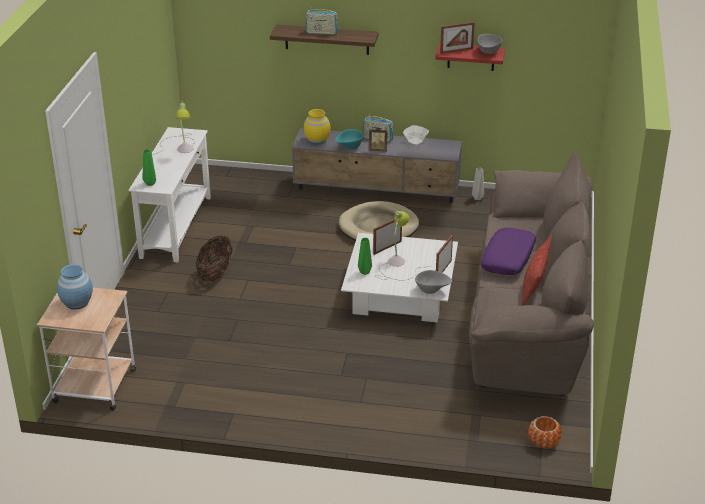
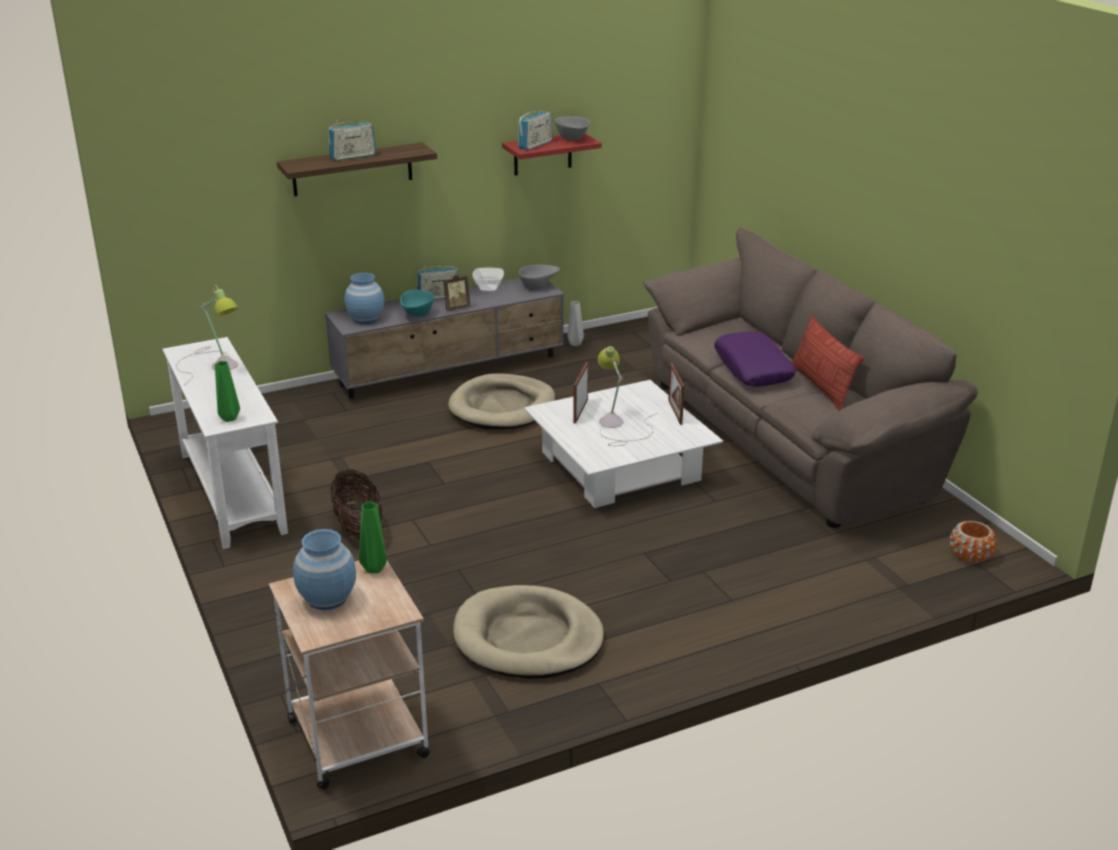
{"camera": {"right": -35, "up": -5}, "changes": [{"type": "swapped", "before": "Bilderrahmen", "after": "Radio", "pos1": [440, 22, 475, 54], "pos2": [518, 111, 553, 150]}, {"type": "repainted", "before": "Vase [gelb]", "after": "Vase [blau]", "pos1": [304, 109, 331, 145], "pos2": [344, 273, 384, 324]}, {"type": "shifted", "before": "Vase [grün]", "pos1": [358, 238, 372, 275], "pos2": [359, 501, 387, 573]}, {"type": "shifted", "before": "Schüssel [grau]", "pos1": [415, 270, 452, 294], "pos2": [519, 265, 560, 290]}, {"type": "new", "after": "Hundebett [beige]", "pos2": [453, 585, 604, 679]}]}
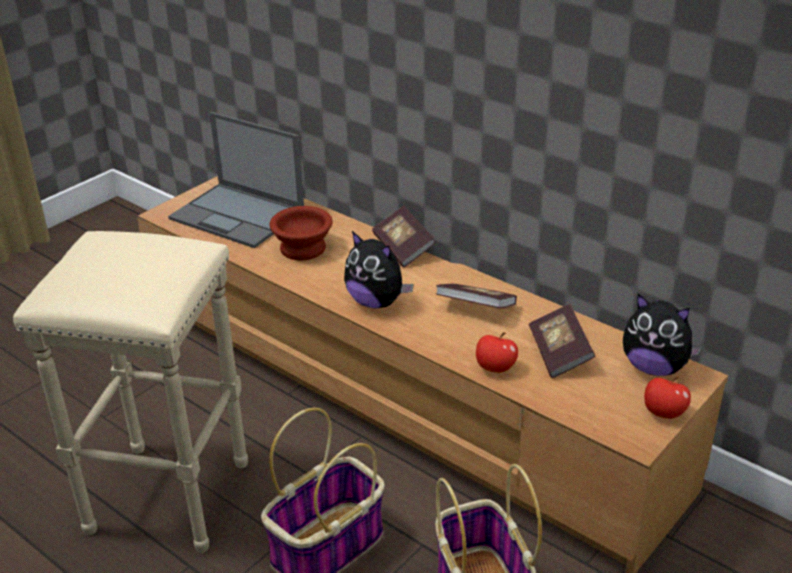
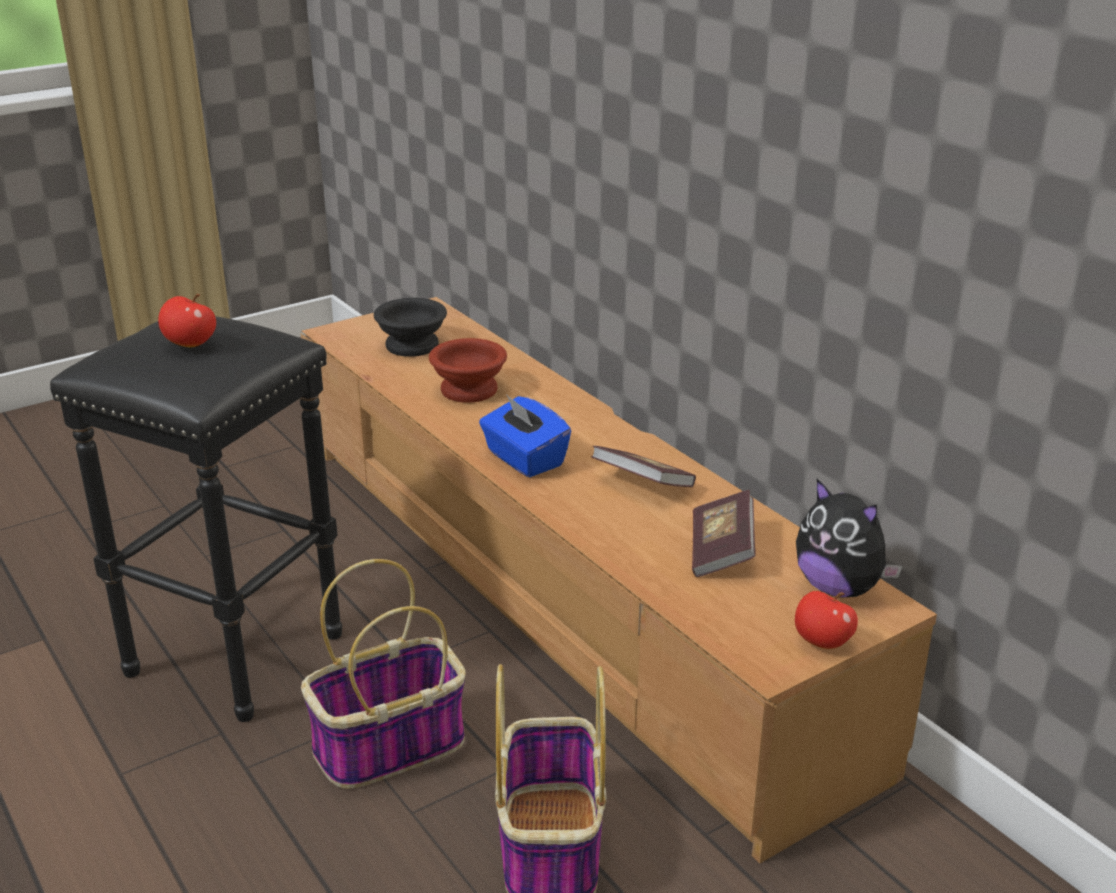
{"camera": {"right": 15, "up": -5}, "changes": [{"type": "swapped", "before": "Laptop", "after": "Schüssel [schwarz]", "pos1": [168, 112, 304, 248], "pos2": [374, 298, 447, 357]}, {"type": "gone", "before": "Buch", "pos1": [372, 206, 436, 267]}, {"type": "repainted", "before": "Hocker [beige]", "after": "Hocker [schwarz]", "pos1": [13, 231, 248, 553], "pos2": [50, 316, 342, 722]}, {"type": "swapped", "before": "Plüschtier", "after": "Taschentuchbox [blau]", "pos1": [344, 231, 413, 308], "pos2": [479, 394, 571, 477]}, {"type": "shifted", "before": "Apfel", "pos1": [476, 332, 518, 373], "pos2": [158, 294, 216, 347]}]}
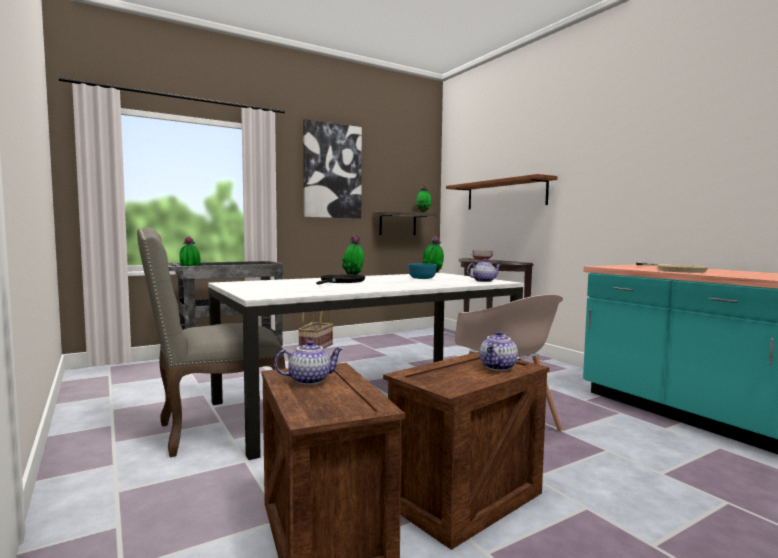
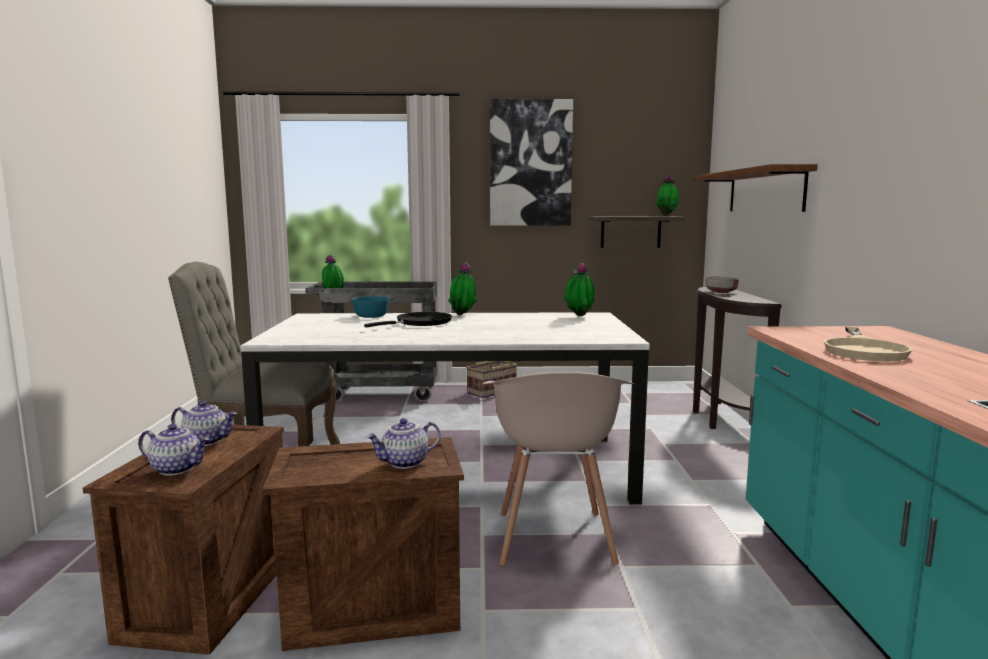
{"camera": {"right": 30, "up": 5}, "changes": [{"type": "shifted", "before": "Teekanne", "pos1": [467, 259, 501, 282], "pos2": [138, 424, 209, 476]}, {"type": "shifted", "before": "Schüssel [türkis]", "pos1": [408, 263, 437, 279], "pos2": [352, 296, 389, 318]}]}
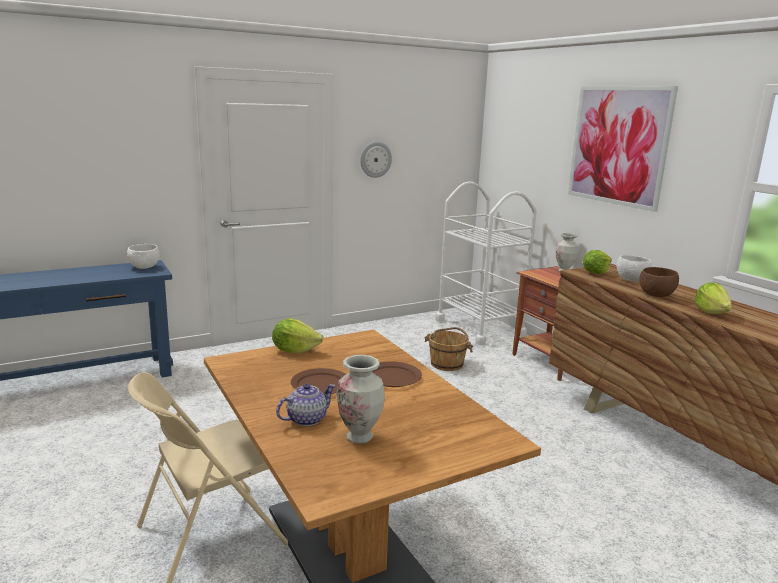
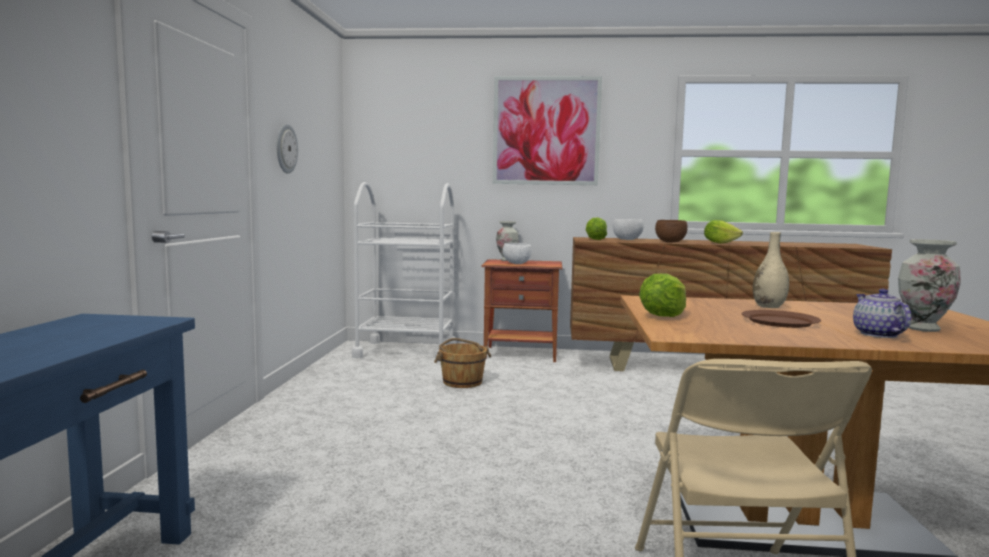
{"camera": {"right": -55, "up": -10}, "changes": [{"type": "shifted", "before": "Schüssel [weiß]", "pos1": [127, 244, 160, 269], "pos2": [503, 243, 532, 264]}, {"type": "swapped", "before": "Teller [braun]", "after": "Vase [beige]", "pos1": [372, 362, 422, 387], "pos2": [753, 232, 789, 308]}]}
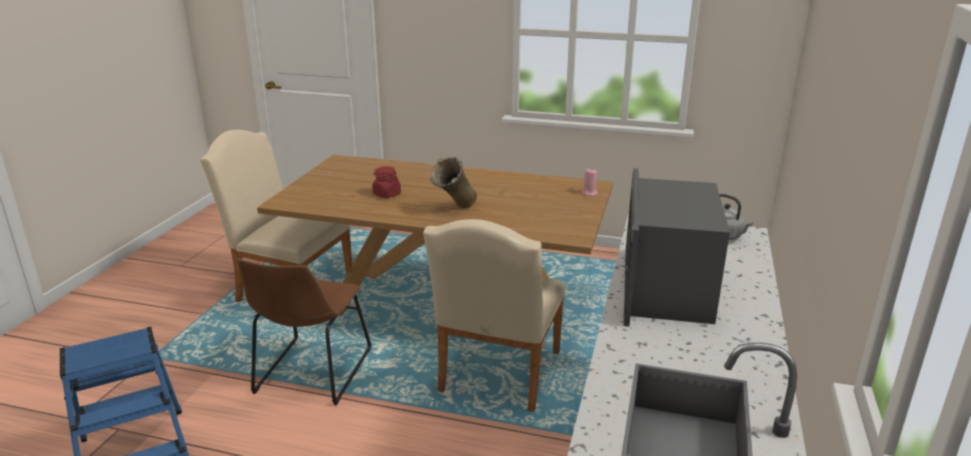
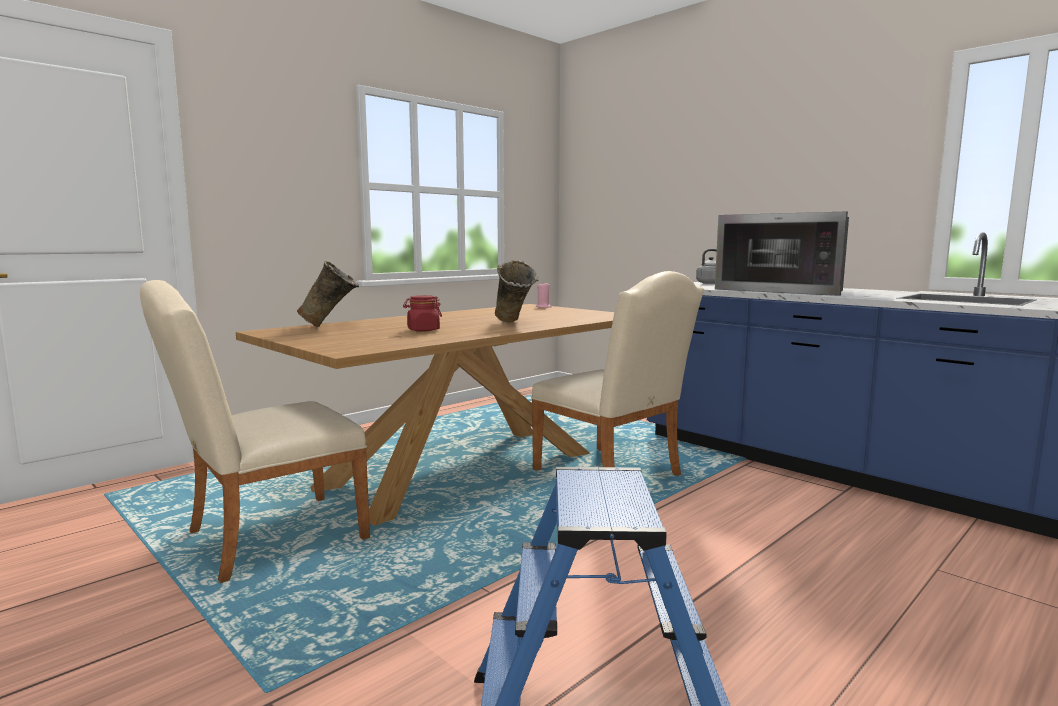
{"camera": {"right": -60, "up": -15}, "changes": [{"type": "gone", "before": "Stuhl [braun]", "pos1": [237, 259, 371, 405]}, {"type": "new", "after": "Vase [beige]", "pos2": [297, 261, 359, 327]}]}
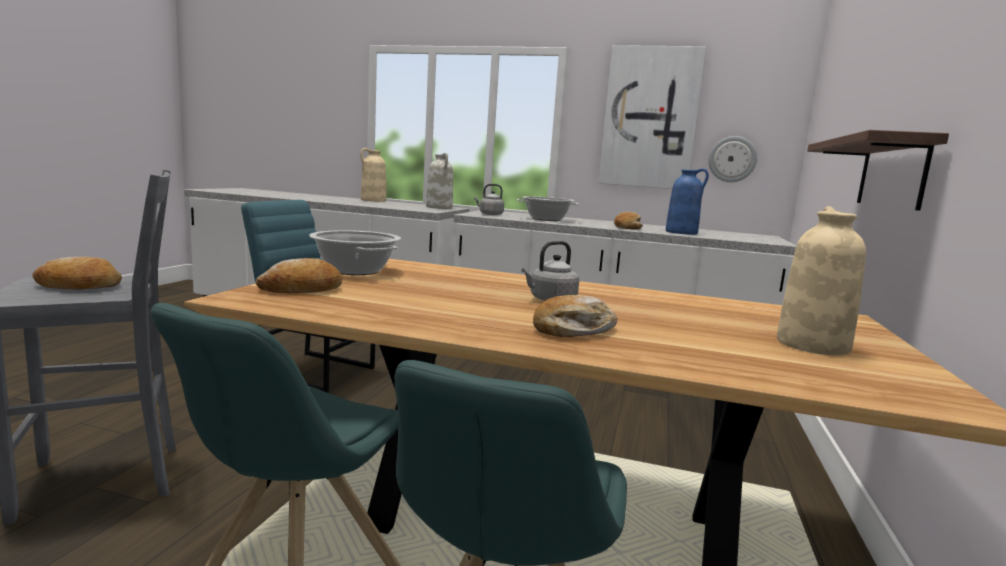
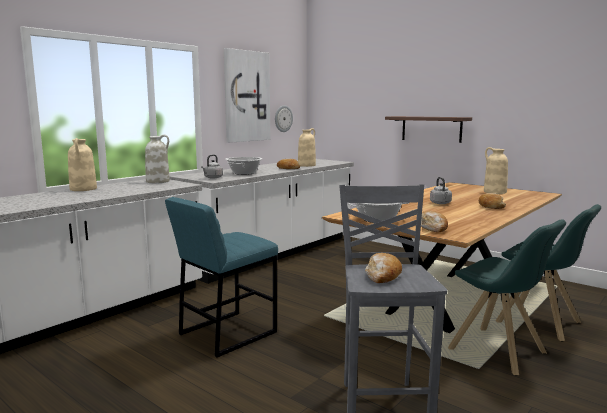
{"camera": {"right": -65, "up": 0}, "changes": [{"type": "repainted", "before": "Vase [blau]", "after": "Vase [beige]", "pos1": [666, 168, 709, 235], "pos2": [298, 128, 316, 167]}]}
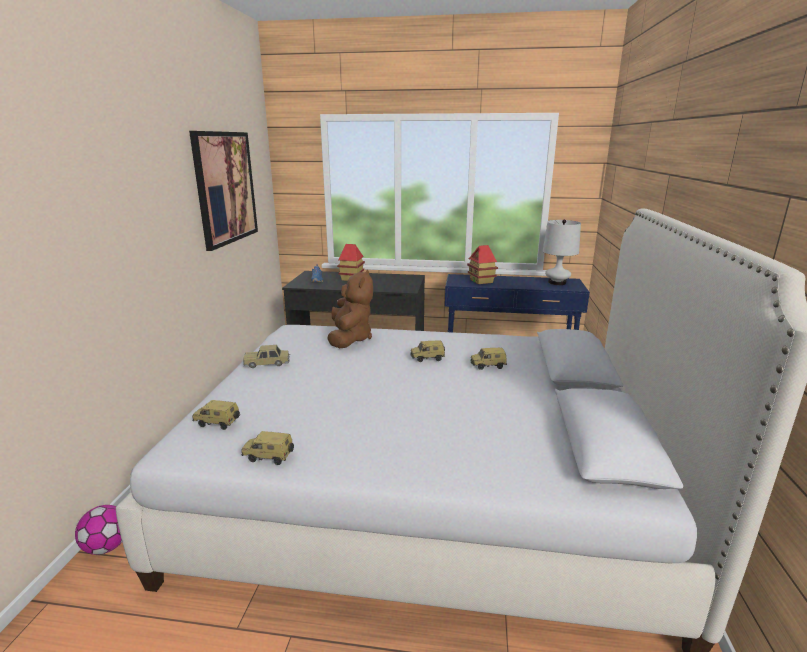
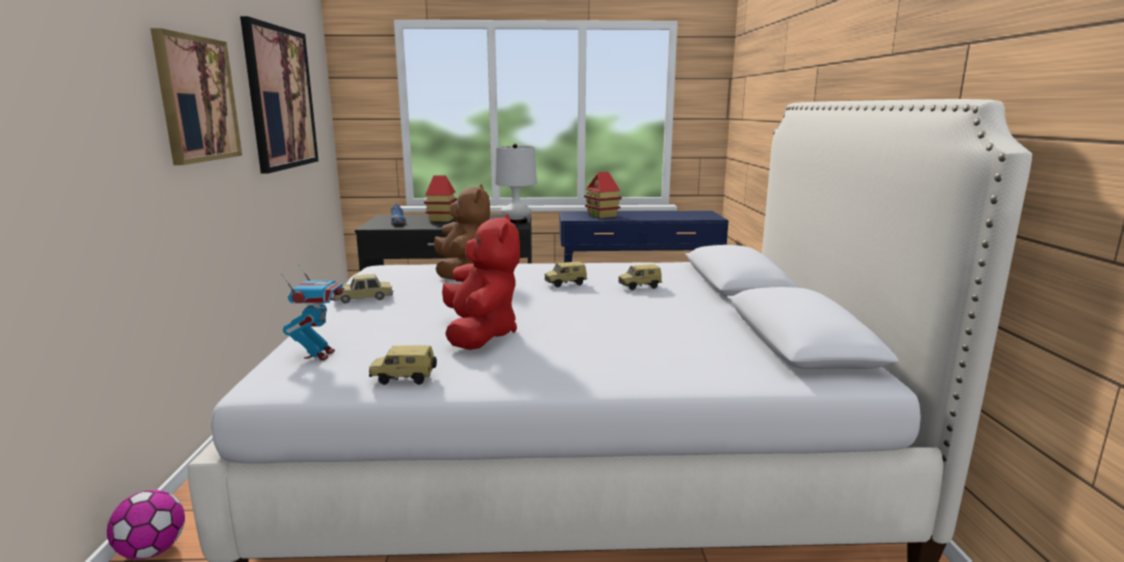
{"camera": {"right": -10, "up": -5}, "changes": [{"type": "shifted", "before": "Tischlampe [weiß]", "pos1": [543, 220, 581, 285], "pos2": [494, 144, 537, 224]}, {"type": "swapped", "before": "Spielzeugauto", "after": "Spielzeugroboter", "pos1": [192, 400, 240, 430], "pos2": [282, 264, 344, 360]}, {"type": "new", "after": "Bild", "pos2": [150, 28, 242, 165]}, {"type": "new", "after": "Plüschtier [rot]", "pos2": [442, 214, 520, 350]}]}
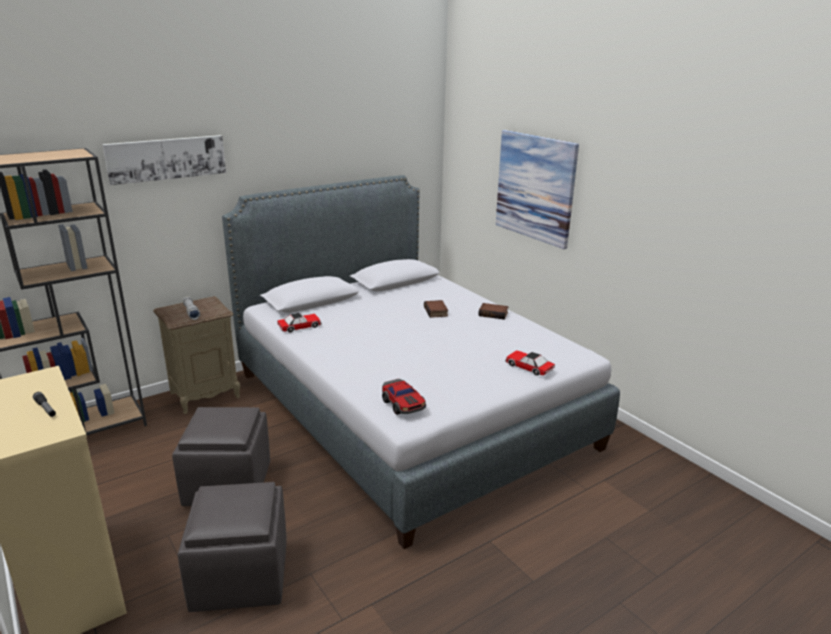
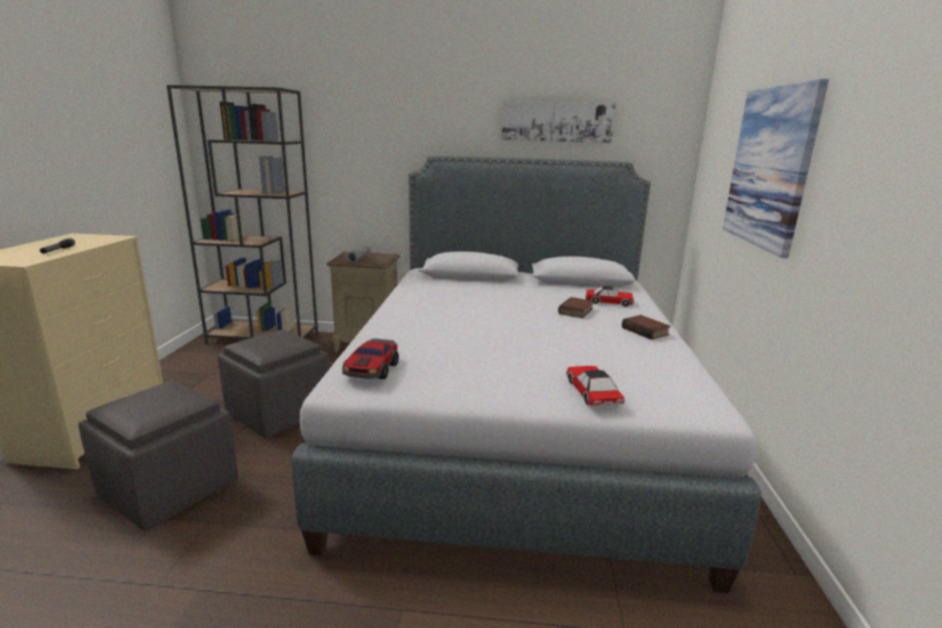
{"camera": {"right": 40, "up": -5}, "changes": [{"type": "shifted", "before": "Bild", "pos1": [102, 135, 226, 185], "pos2": [502, 101, 616, 143]}, {"type": "shifted", "before": "Spielzeugauto", "pos1": [277, 313, 322, 332], "pos2": [585, 286, 634, 307]}]}
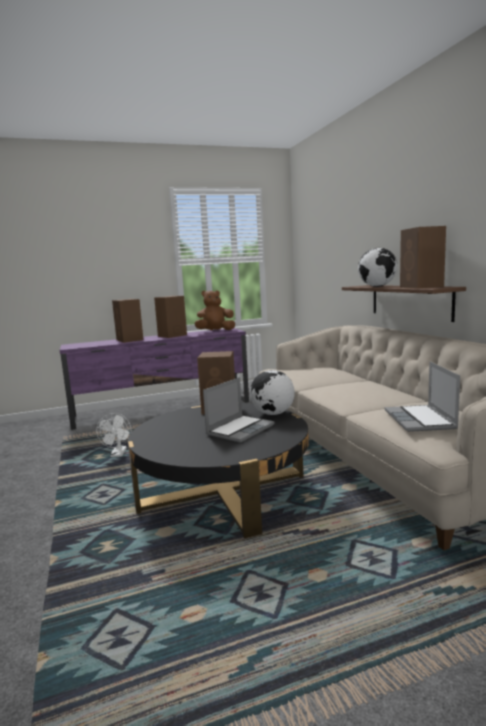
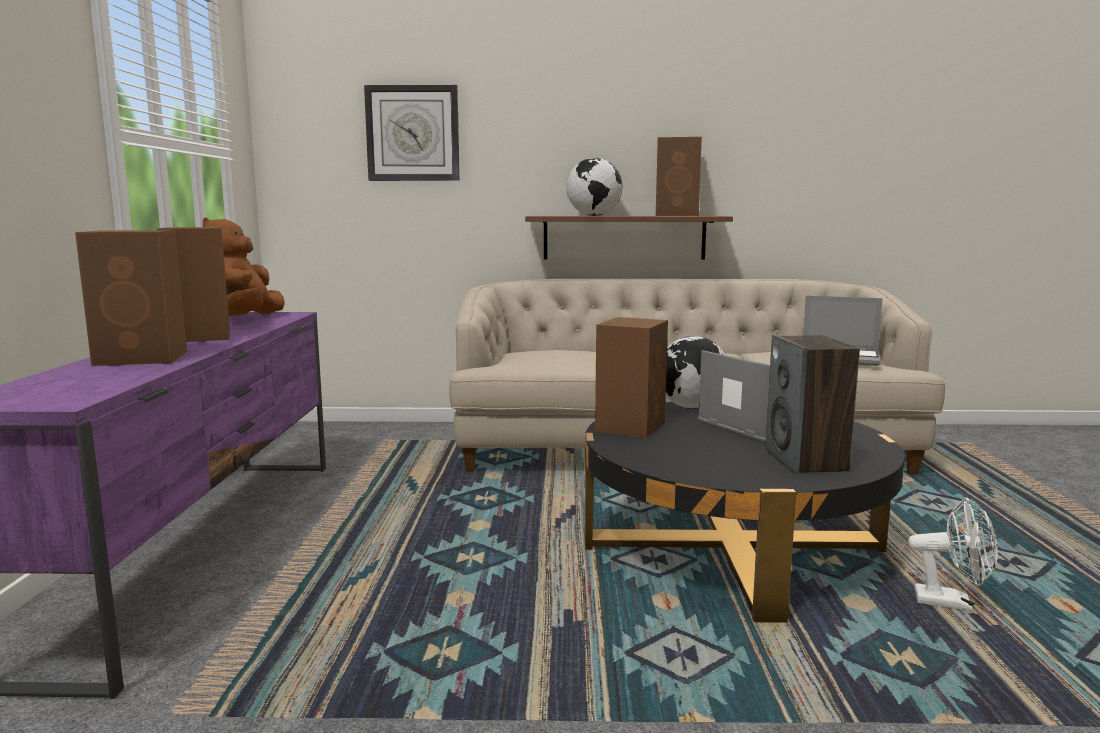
{"camera": {"right": -70, "up": 0}, "changes": [{"type": "shifted", "before": "Ventilator [weiß]", "pos1": [96, 413, 131, 457], "pos2": [908, 497, 998, 611]}, {"type": "new", "after": "Wanduhr", "pos2": [364, 85, 460, 181]}, {"type": "new", "after": "Lautsprecher", "pos2": [765, 335, 860, 474]}]}
